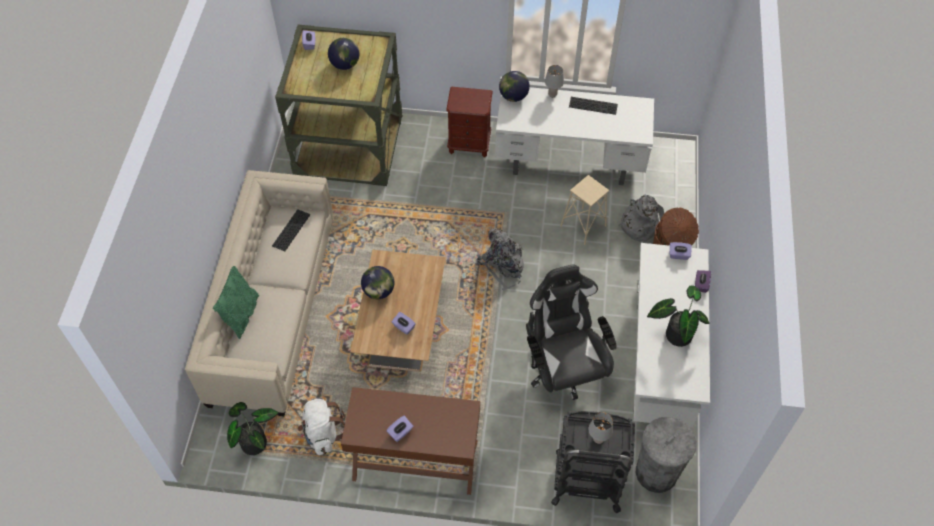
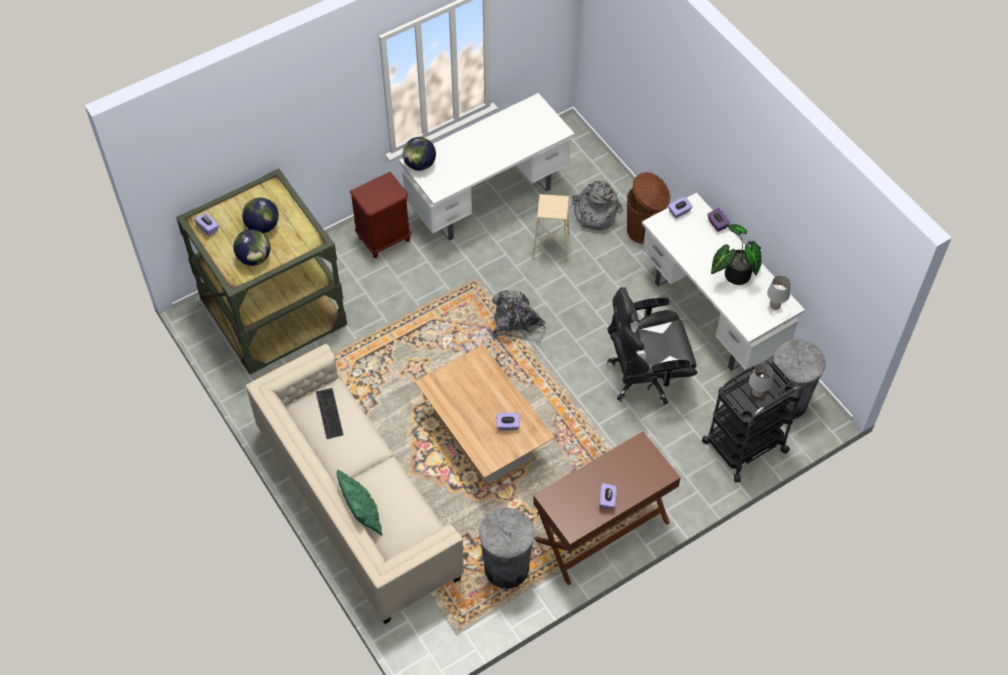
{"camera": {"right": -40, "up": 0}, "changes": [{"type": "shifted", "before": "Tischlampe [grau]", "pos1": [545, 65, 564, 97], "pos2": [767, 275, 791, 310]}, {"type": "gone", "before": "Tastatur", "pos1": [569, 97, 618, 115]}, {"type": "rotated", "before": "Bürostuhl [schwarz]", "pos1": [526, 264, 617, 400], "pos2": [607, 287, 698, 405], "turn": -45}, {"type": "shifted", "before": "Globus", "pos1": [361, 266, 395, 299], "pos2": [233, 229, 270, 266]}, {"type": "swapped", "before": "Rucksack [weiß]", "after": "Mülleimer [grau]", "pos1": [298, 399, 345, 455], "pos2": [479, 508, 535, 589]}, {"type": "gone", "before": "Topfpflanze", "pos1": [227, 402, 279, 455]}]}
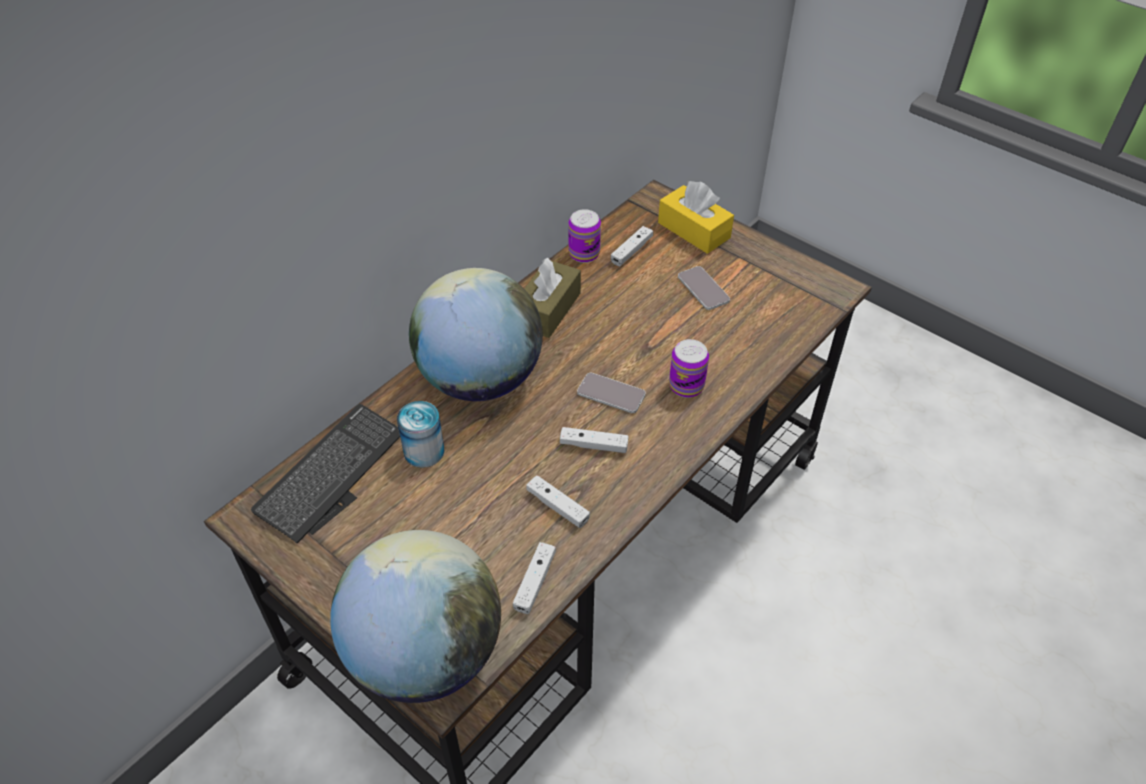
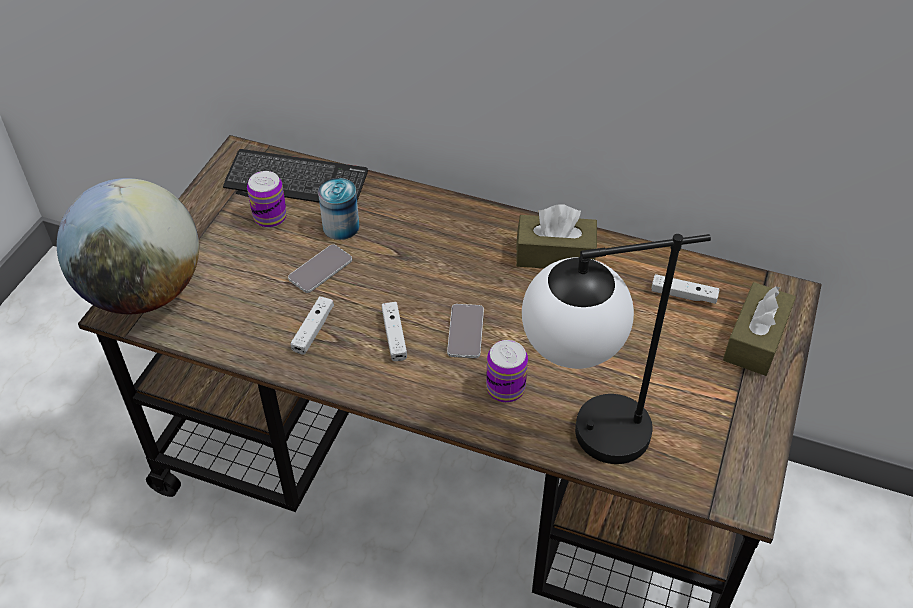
{"camera": {"right": 70, "up": 0}, "changes": [{"type": "repainted", "before": "Taschentuchbox [gelb]", "after": "Taschentuchbox [braun]", "pos1": [658, 181, 734, 254], "pos2": [723, 282, 796, 376]}, {"type": "shifted", "before": "Dose", "pos1": [568, 209, 601, 263], "pos2": [247, 171, 287, 228]}, {"type": "shifted", "before": "Handy", "pos1": [678, 266, 730, 310], "pos2": [288, 245, 352, 293]}, {"type": "gone", "before": "Globus", "pos1": [409, 268, 543, 401]}, {"type": "gone", "before": "Gamepad [weiß]", "pos1": [513, 542, 556, 614]}, {"type": "new", "after": "Tischlampe", "pos2": [522, 234, 711, 464]}]}
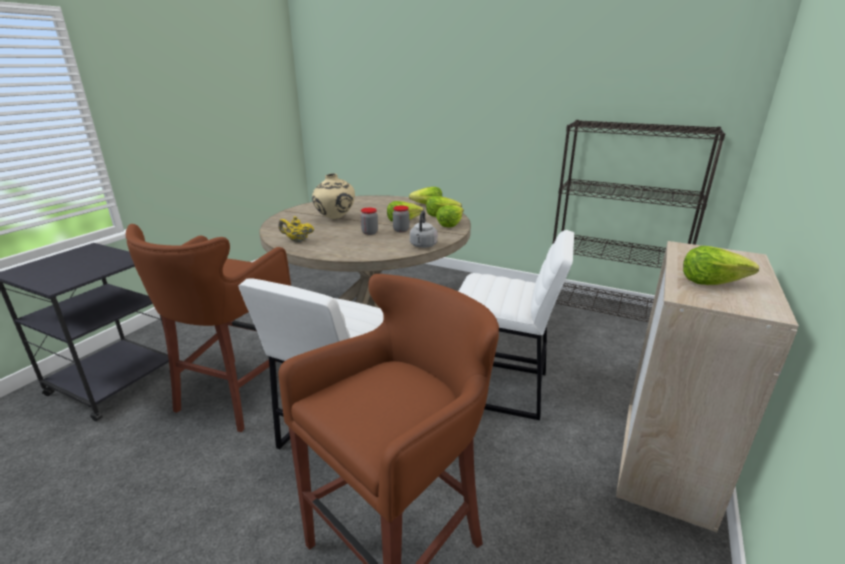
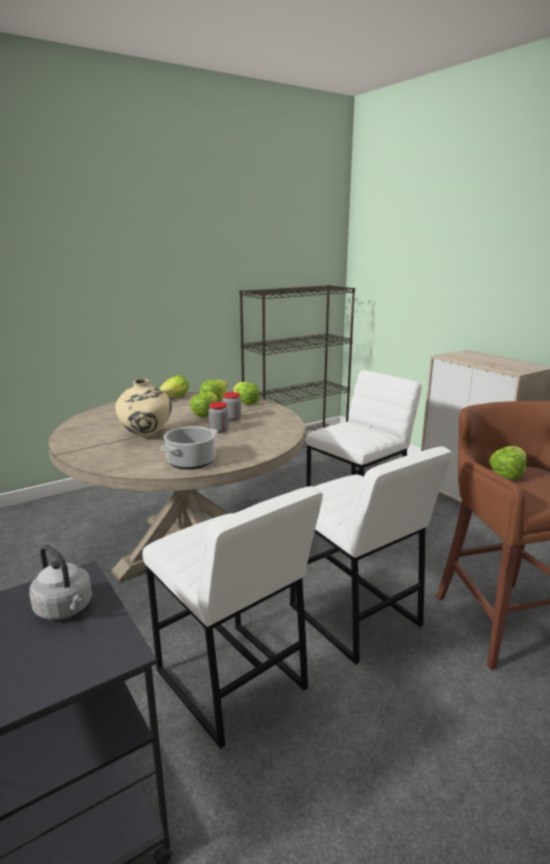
{"camera": {"right": -60, "up": -5}, "changes": [{"type": "shifted", "before": "Wasserkessel [grau]", "pos1": [410, 210, 438, 248], "pos2": [30, 545, 92, 620]}, {"type": "swapped", "before": "Teekanne [gelb]", "after": "Kochtopf", "pos1": [278, 216, 314, 242], "pos2": [160, 426, 218, 469]}, {"type": "swapped", "before": "Hocker [braun]", "after": "Stuhl [weiß]", "pos1": [126, 224, 291, 432], "pos2": [143, 486, 323, 749]}, {"type": "shifted", "before": "Salatkopf", "pos1": [683, 246, 759, 285], "pos2": [489, 446, 527, 480]}]}
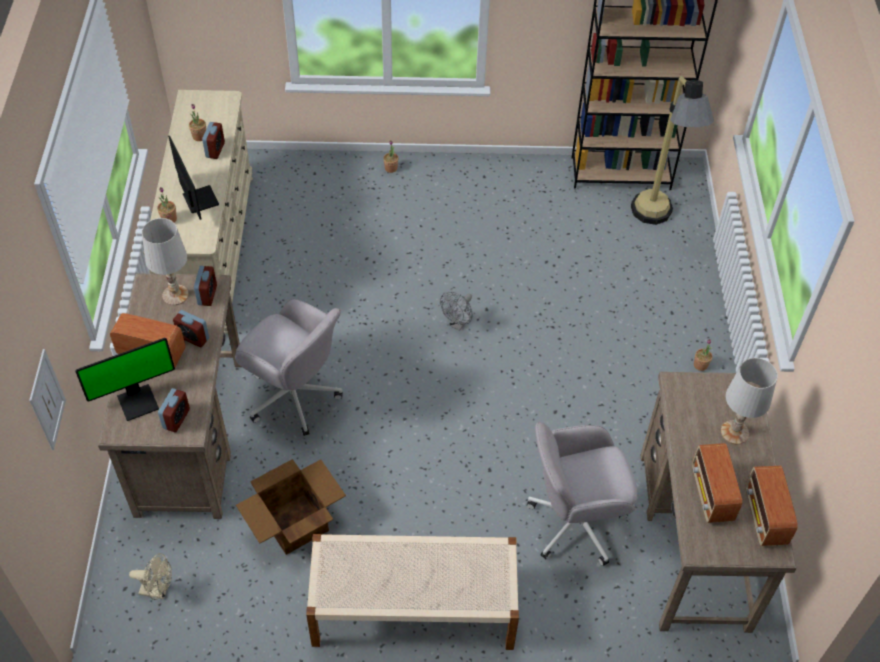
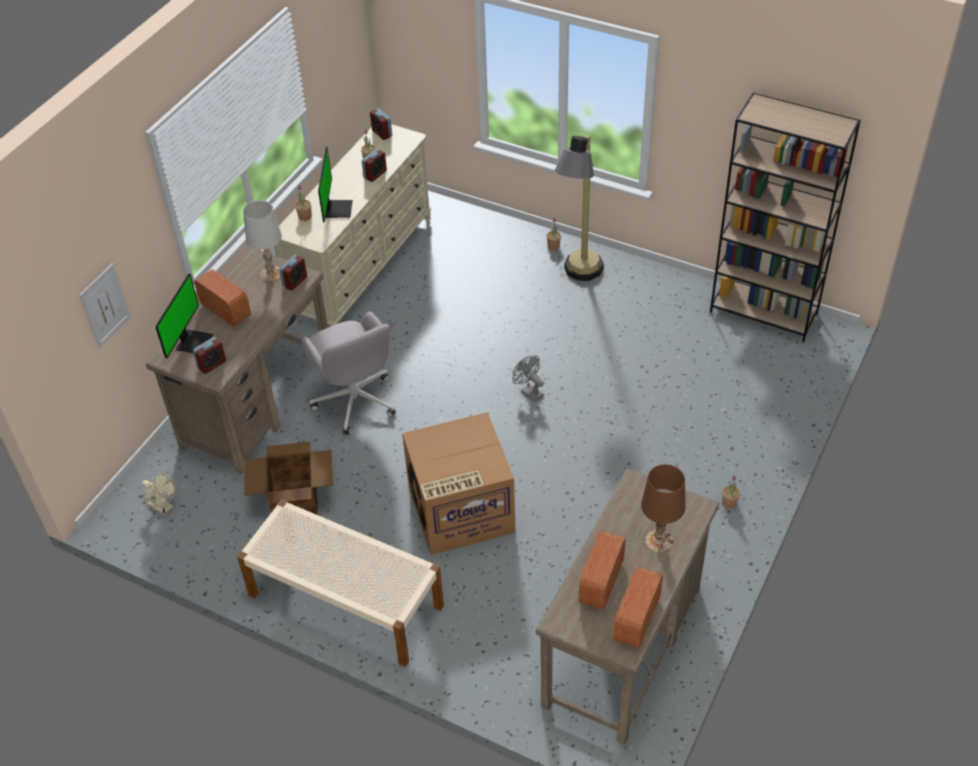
{"camera": {"right": 30, "up": -5}, "changes": [{"type": "shifted", "before": "Stehlampe", "pos1": [631, 76, 714, 225], "pos2": [554, 135, 604, 281]}, {"type": "rotated", "before": "Ventilator [grau]", "pos1": [440, 292, 473, 331], "pos2": [513, 356, 544, 402], "turn": 75}, {"type": "shifted", "before": "Wecker", "pos1": [173, 310, 209, 347], "pos2": [370, 108, 392, 140]}, {"type": "rotated", "before": "Monitor", "pos1": [75, 338, 175, 421], "pos2": [156, 274, 214, 358], "turn": -75}, {"type": "repainted", "before": "Tischlampe [weiß]", "after": "Tischlampe [braun]", "pos1": [721, 358, 778, 444], "pos2": [641, 464, 685, 553]}, {"type": "gone", "before": "Bürostuhl [grau]", "pos1": [527, 422, 637, 566]}, {"type": "new", "after": "Karton", "pos2": [402, 412, 515, 555]}]}
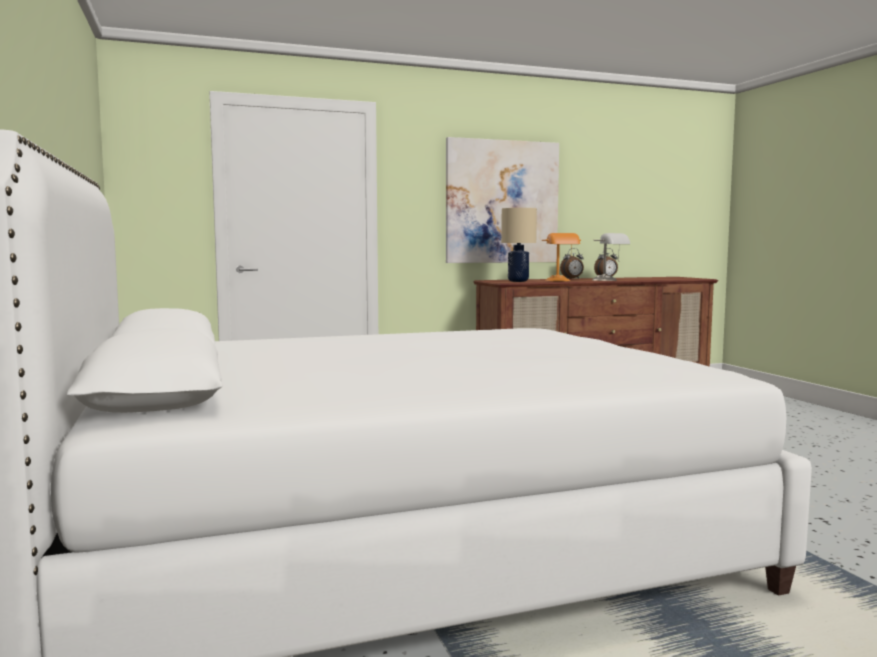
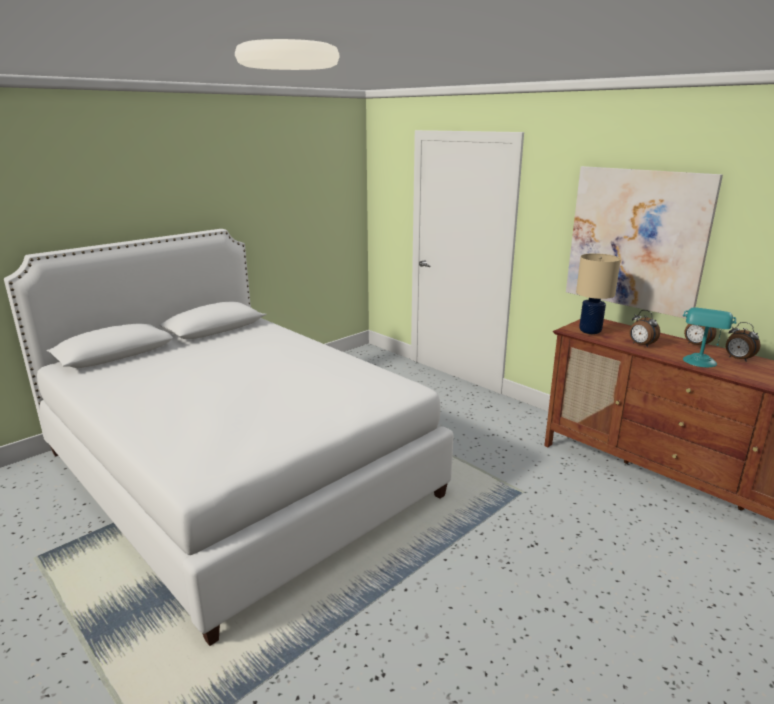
{"camera": {"right": 65, "up": 15}, "changes": [{"type": "swapped", "before": "Tischlampe [orange]", "after": "Wecker", "pos1": [542, 233, 581, 281], "pos2": [629, 310, 660, 347]}, {"type": "repainted", "before": "Tischlampe [weiß]", "after": "Tischlampe [türkis]", "pos1": [592, 233, 630, 281], "pos2": [683, 307, 737, 367]}]}
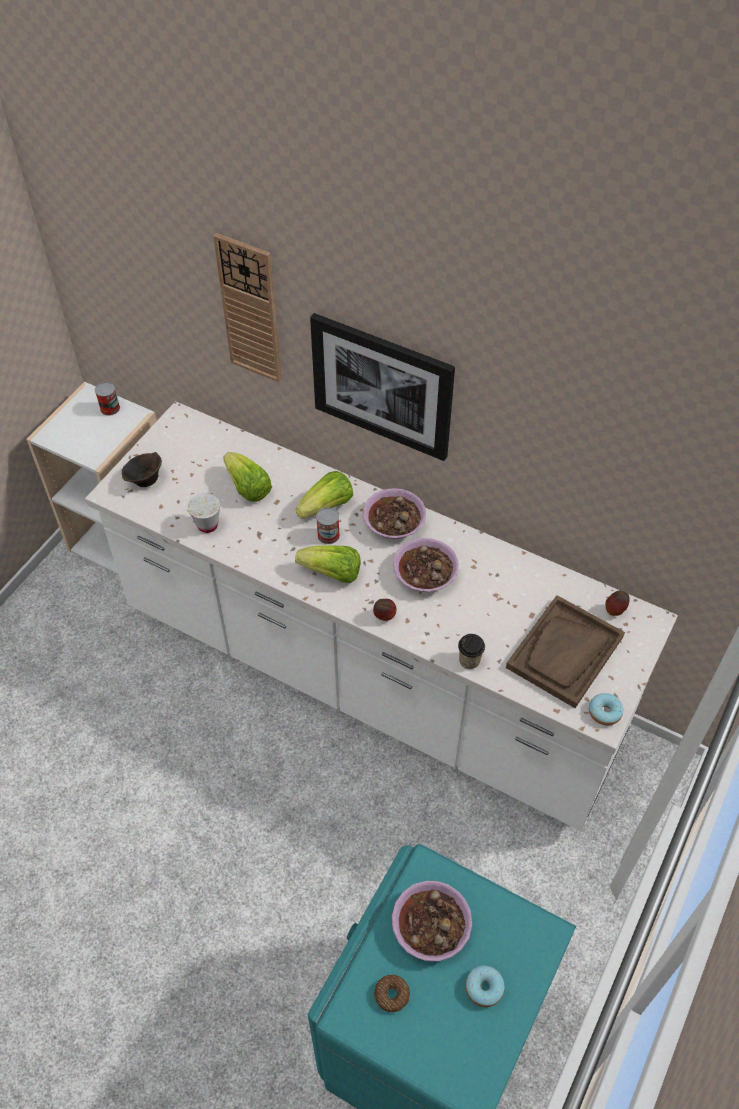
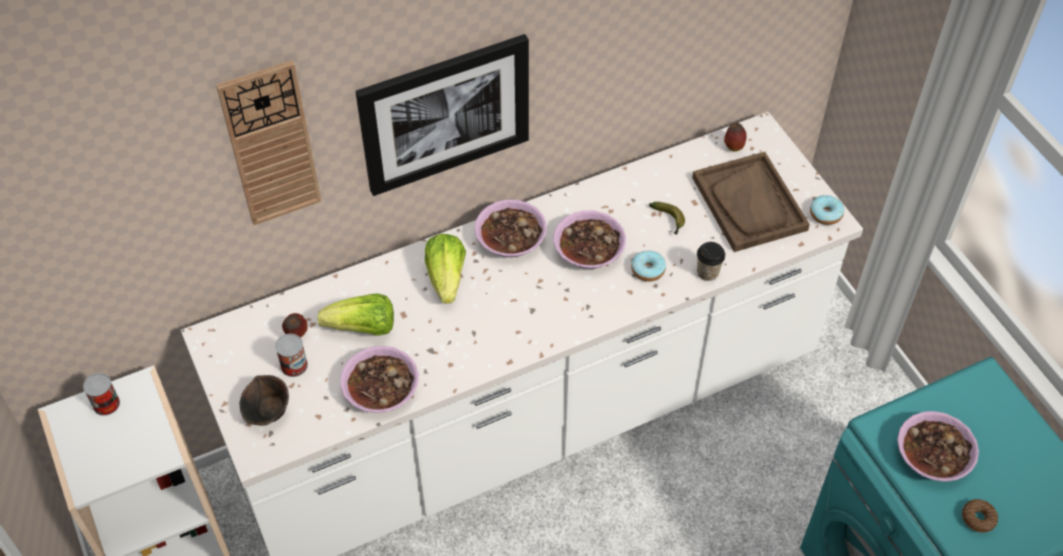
{"camera": {"right": -55, "up": 0}, "changes": [{"type": "swapped", "before": "Tasse [weiß]", "after": "Schüssel", "pos1": [188, 493, 220, 533], "pos2": [340, 346, 419, 413]}, {"type": "shifted", "before": "Dose", "pos1": [316, 507, 340, 544], "pos2": [275, 334, 308, 377]}, {"type": "gone", "before": "Salatkopf", "pos1": [295, 545, 361, 583]}, {"type": "shifted", "before": "Apfel", "pos1": [373, 599, 397, 621], "pos2": [282, 313, 308, 338]}, {"type": "shifted", "before": "Donut", "pos1": [465, 965, 505, 1007], "pos2": [631, 250, 666, 282]}, {"type": "new", "after": "Banane", "pos2": [649, 202, 685, 235]}]}
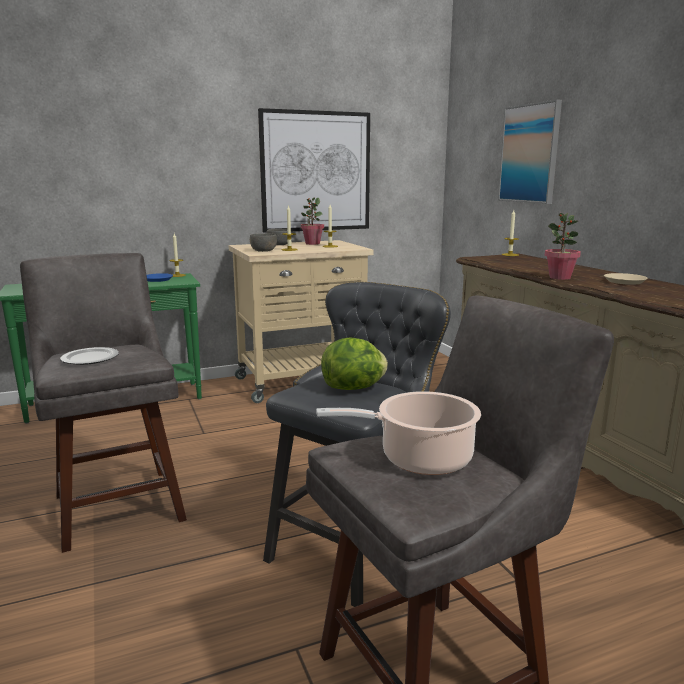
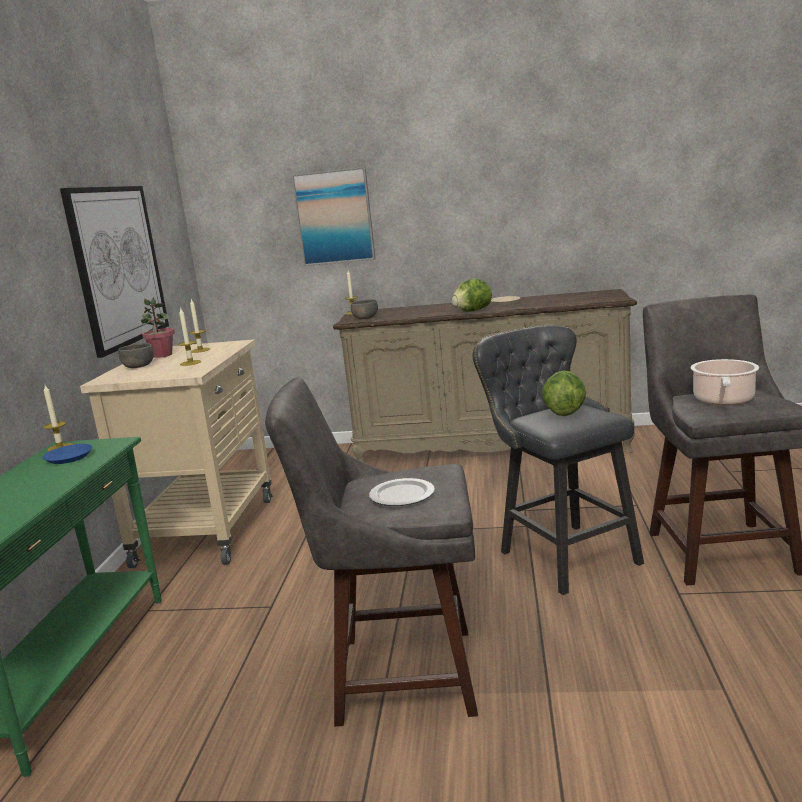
{"camera": {"right": -60, "up": 0}, "changes": [{"type": "swapped", "before": "Topfpflanze", "after": "Salatkopf", "pos1": [545, 213, 581, 280], "pos2": [452, 278, 492, 312]}, {"type": "shifted", "before": "Schüssel [grau]", "pos1": [250, 234, 277, 252], "pos2": [351, 299, 378, 319]}]}
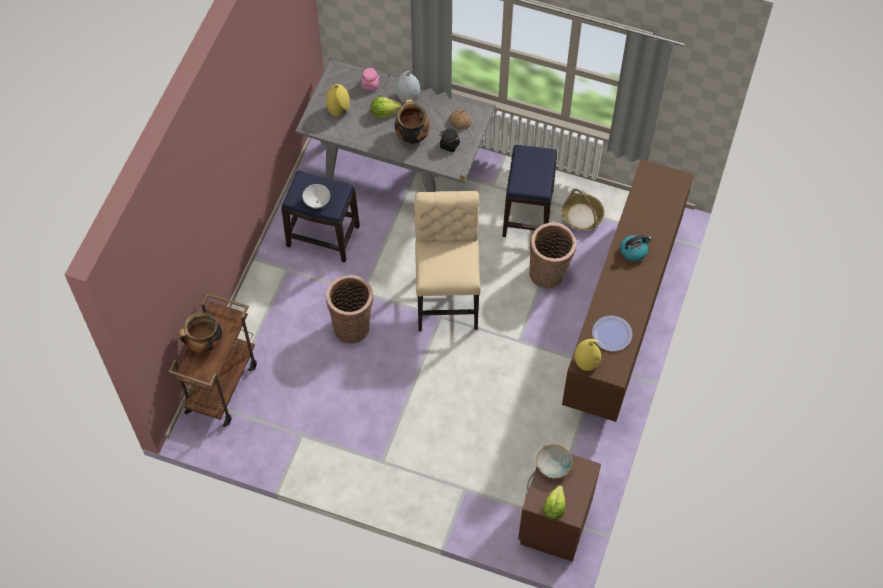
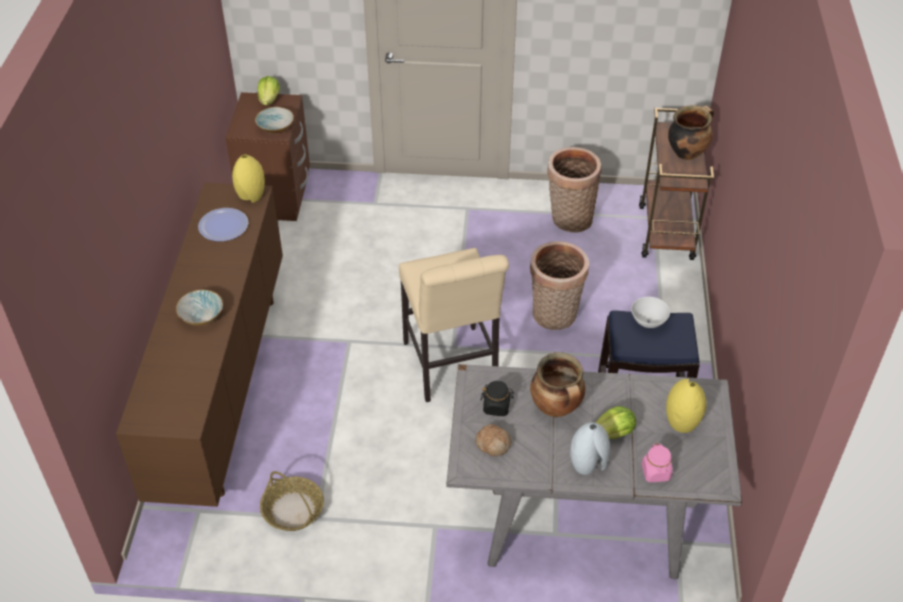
{"camera": {"right": 165, "up": -15}, "changes": [{"type": "gone", "before": "Hocker", "pos1": [502, 145, 557, 237]}, {"type": "shifted", "before": "Korb", "pos1": [529, 222, 577, 289], "pos2": [547, 147, 602, 233]}, {"type": "swapped", "before": "Wasserkessel", "after": "Schüssel", "pos1": [620, 235, 652, 261], "pos2": [176, 290, 223, 326]}]}
